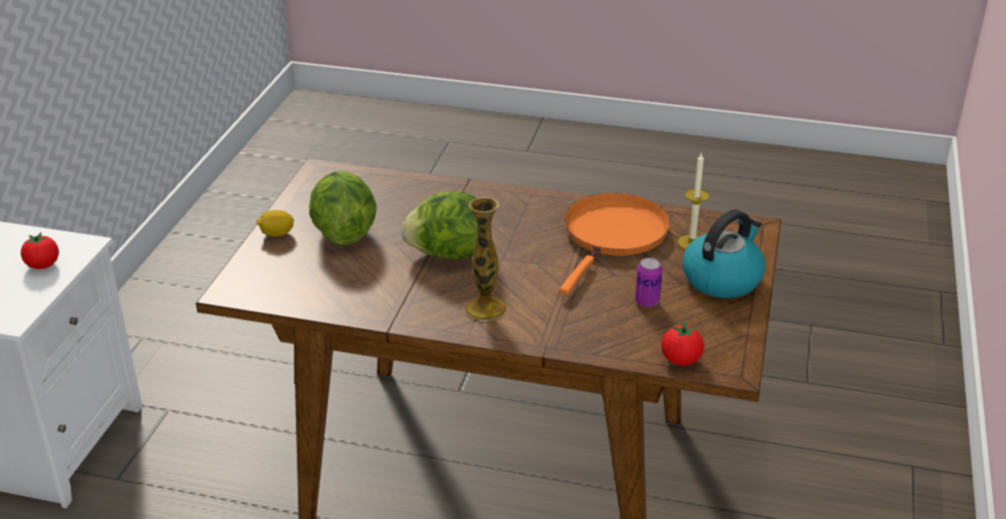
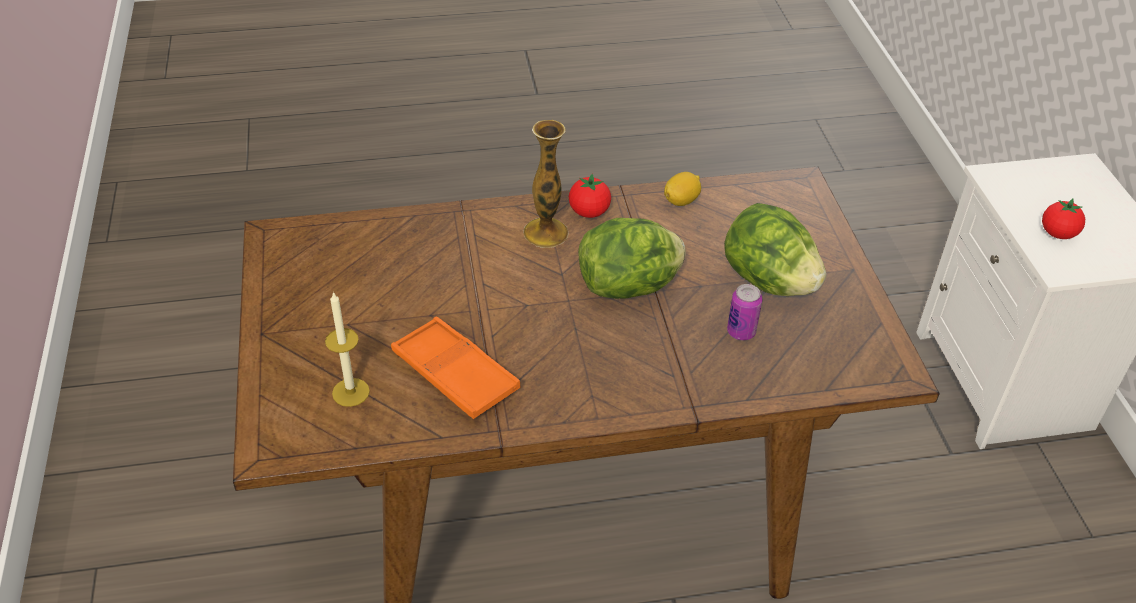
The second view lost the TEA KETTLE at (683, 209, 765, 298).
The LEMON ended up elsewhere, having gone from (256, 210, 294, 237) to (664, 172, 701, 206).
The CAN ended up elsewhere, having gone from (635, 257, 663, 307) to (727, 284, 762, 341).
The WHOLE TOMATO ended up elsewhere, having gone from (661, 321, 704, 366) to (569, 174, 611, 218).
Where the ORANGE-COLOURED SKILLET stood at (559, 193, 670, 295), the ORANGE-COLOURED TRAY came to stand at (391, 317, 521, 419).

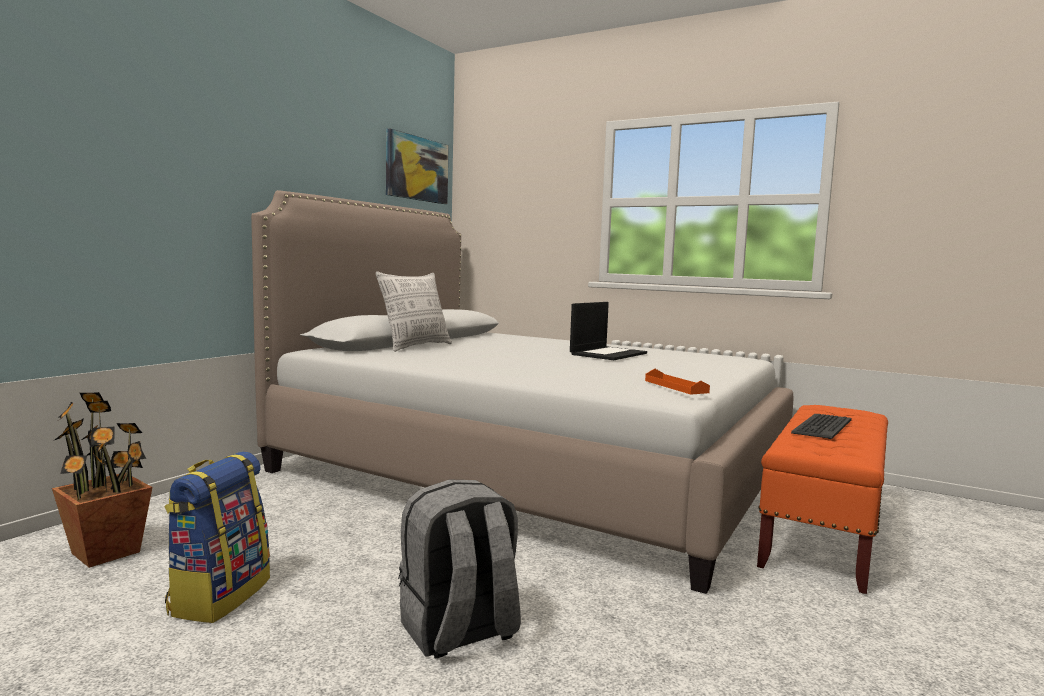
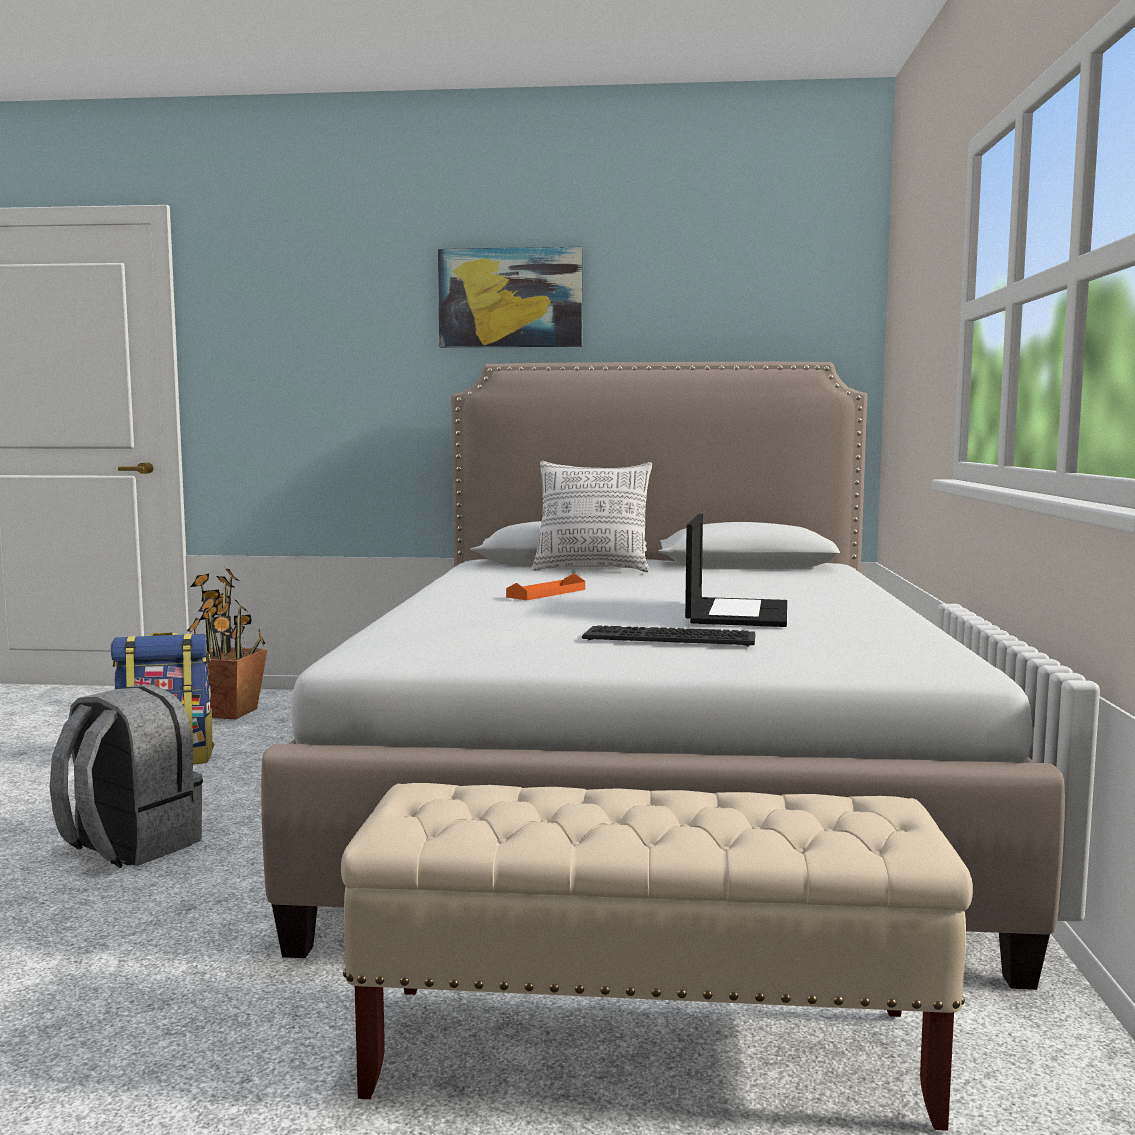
The WALL ART ended up elsewhere, having gone from (386, 128, 449, 204) to (438, 247, 583, 348).
The ORANGE-COLOURED TRAY ended up elsewhere, having gone from (645, 369, 710, 395) to (506, 573, 585, 600).
The KEYBOARD ended up elsewhere, having gone from (791, 414, 852, 439) to (582, 625, 756, 646).
What was the ORANGE-COLOURED INDOOR BENCH at (757, 405, 888, 594) turned into the SAND-COLOURED INDOOR BENCH at (341, 783, 973, 1131).
The LAPTOP at (570, 302, 647, 360) ended up facing another way, 90 degrees counterclockwise from before.

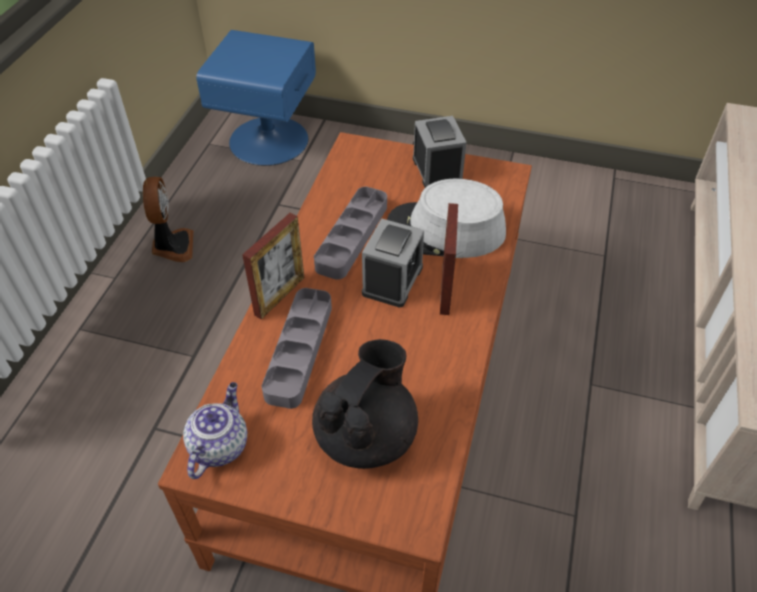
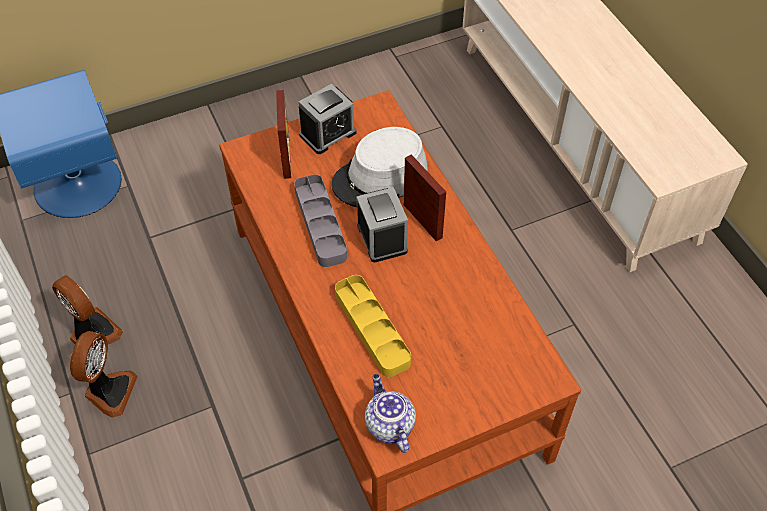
The second view lost the BLACK POT FOR TEA at (312, 339, 418, 469).
The second view gained the COOLING FAN at (70, 331, 138, 418).
The STANDING FRAME ended up elsewhere, having gone from (242, 213, 304, 320) to (276, 90, 291, 179).
What was the GREY TRAY at (262, 288, 332, 409) turned into the YELLOW TRAY at (335, 275, 411, 377).
The TABLE CLOCK at (413, 116, 467, 188) ended up facing another way, 105 degrees clockwise from before.

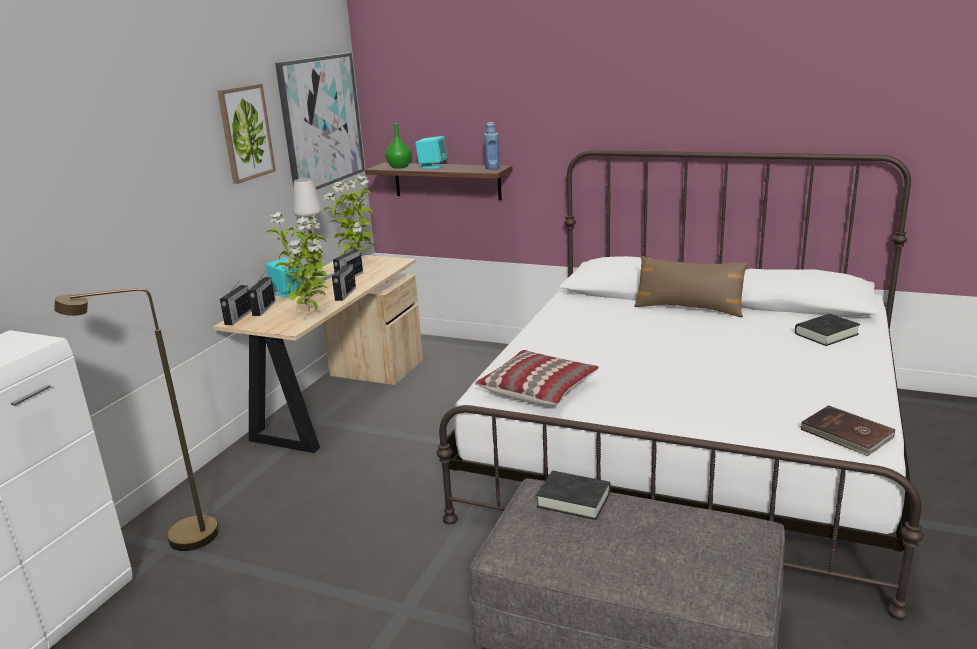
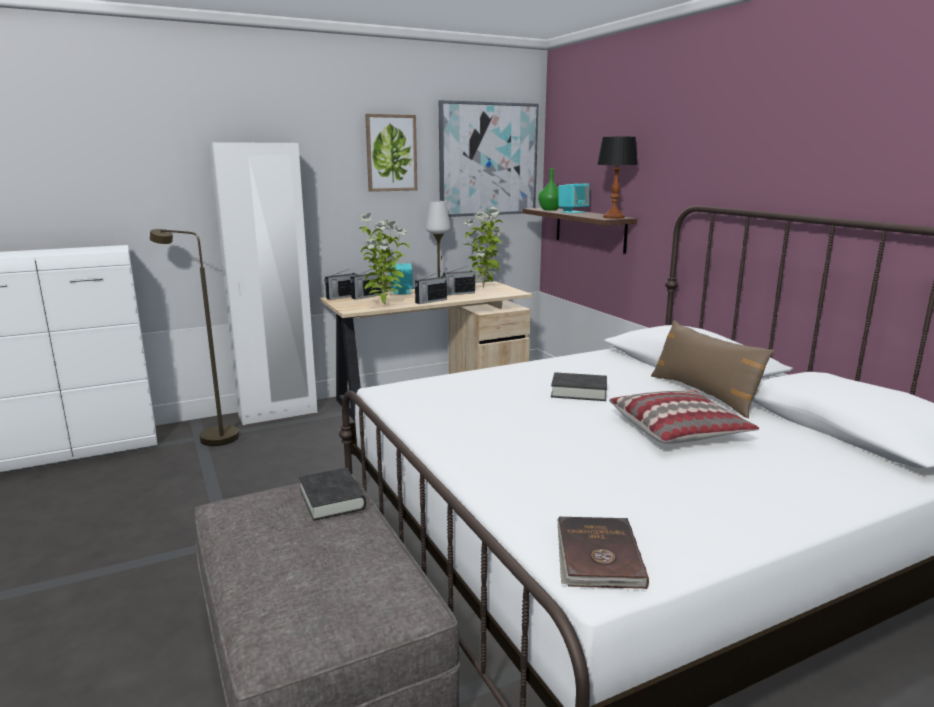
The second view gained the WHITE ARMOIRE at (209, 142, 318, 425).
The CUSHION ended up elsewhere, having gone from (475, 350, 599, 405) to (609, 390, 759, 444).
The BLACK BOUND BOOK ended up elsewhere, having gone from (795, 314, 860, 346) to (551, 372, 607, 401).
Where the BLUE-COLOURED DRINK BOTTLE stood at (484, 122, 500, 170), the TABLETOP LAMP came to stand at (597, 137, 638, 219).

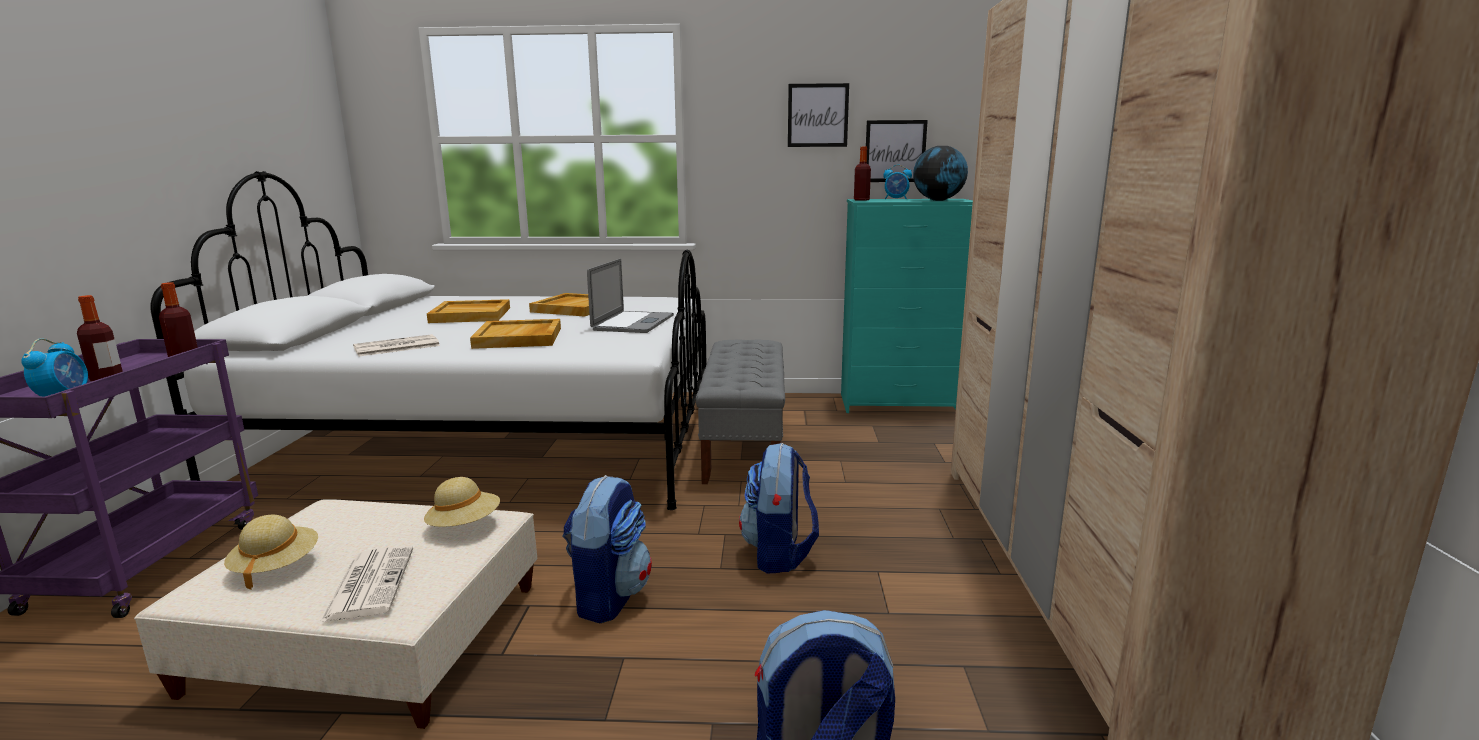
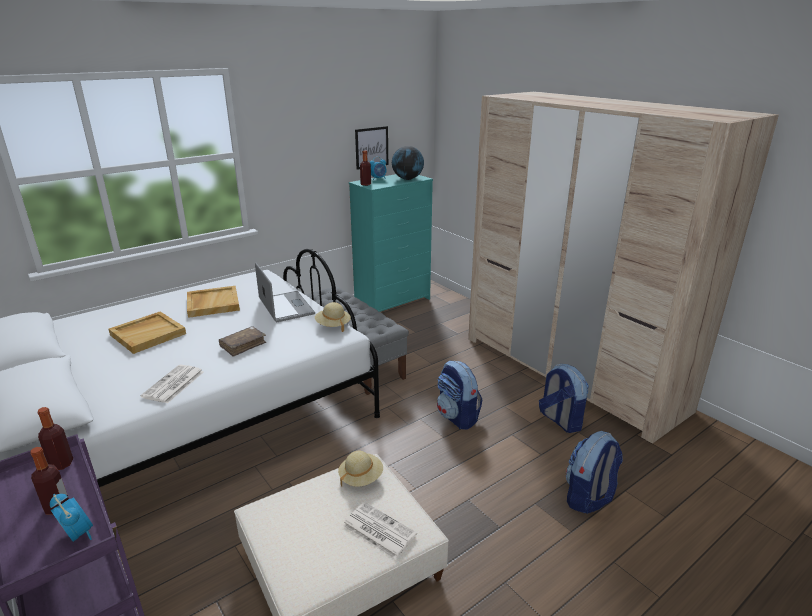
The second view lost the WALL ART at (788, 83, 849, 147).
The SAND-COLOURED HAT ended up elsewhere, having gone from (224, 515, 318, 590) to (315, 302, 351, 332).
The BACKPACK ended up elsewhere, having gone from (562, 475, 652, 623) to (539, 364, 589, 433).
Where the SAND-COLOURED TRAY stood at (470, 319, 561, 349), the BROWN-COLOURED BOUND BOOK came to stand at (219, 326, 266, 357).

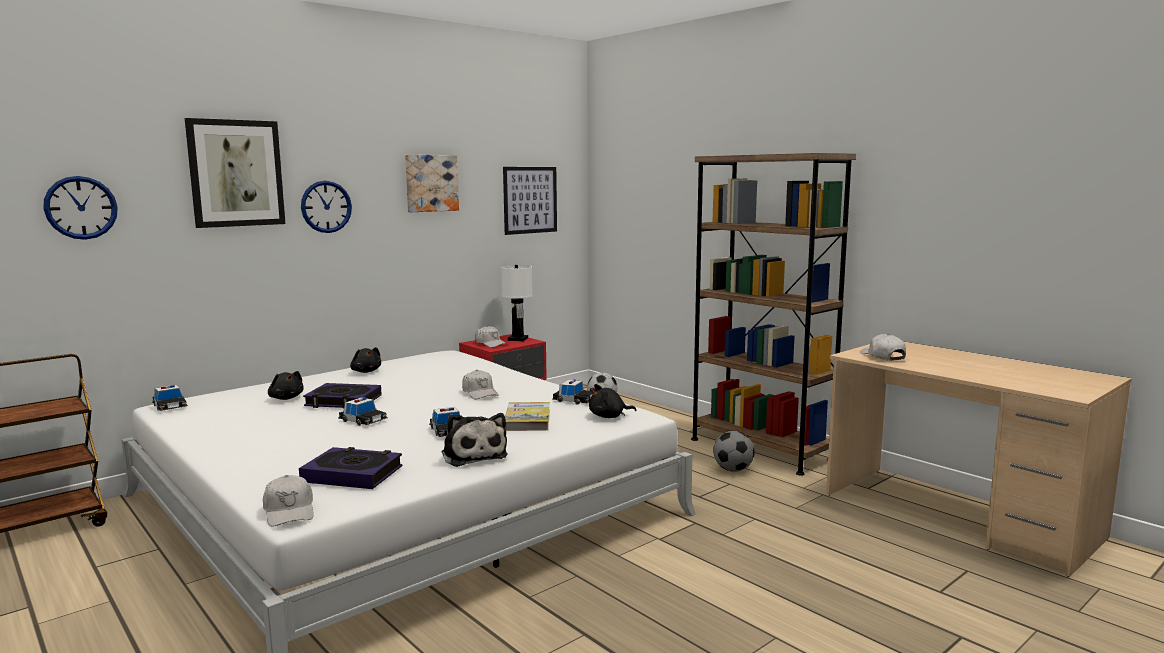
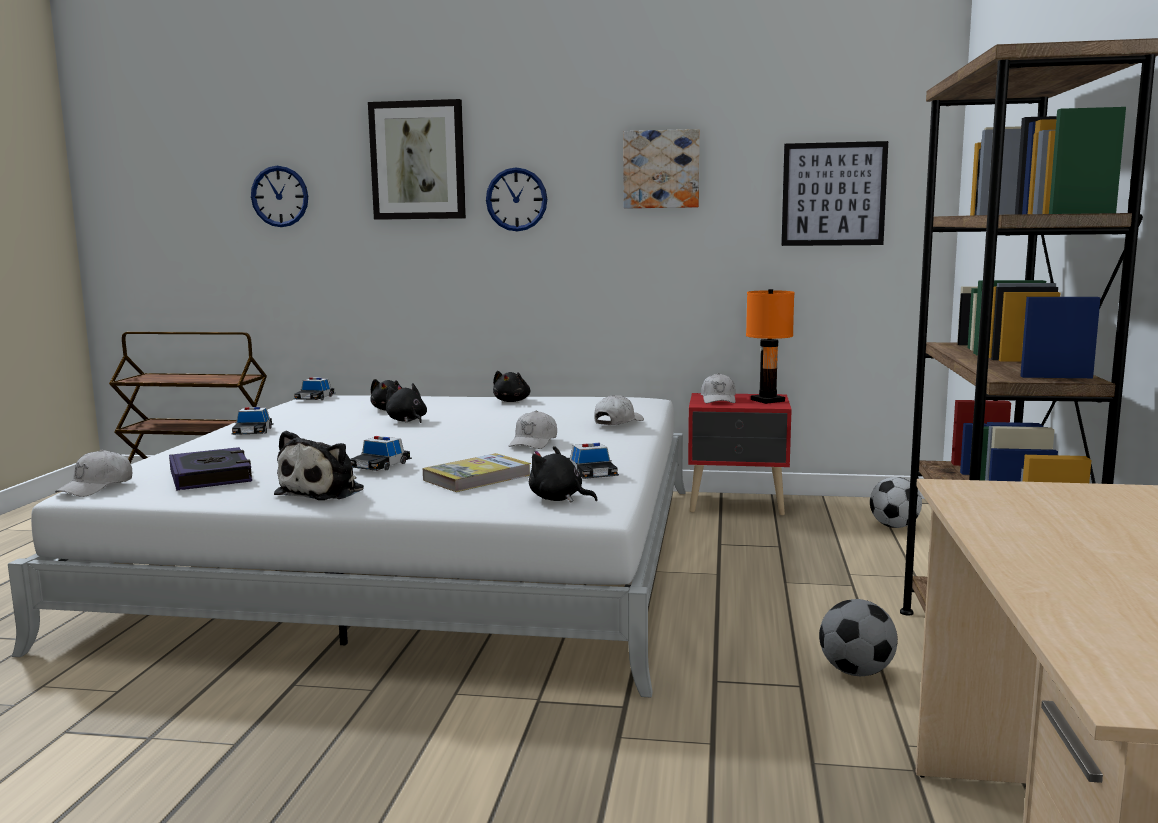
The MODEL CAR ended up elsewhere, having gone from (338, 397, 388, 426) to (231, 407, 274, 435).
The WHITE PEAKED CAP ended up elsewhere, having gone from (860, 334, 906, 361) to (594, 395, 644, 425).
Where the BOUND BOOK stood at (303, 383, 382, 409), the BLACK SOFT TOY came to stand at (386, 383, 427, 423).
What was the WHITE TABLETOP LAMP at (501, 265, 533, 341) turned into the ORANGE-COLOURED TABLETOP LAMP at (746, 289, 795, 404).

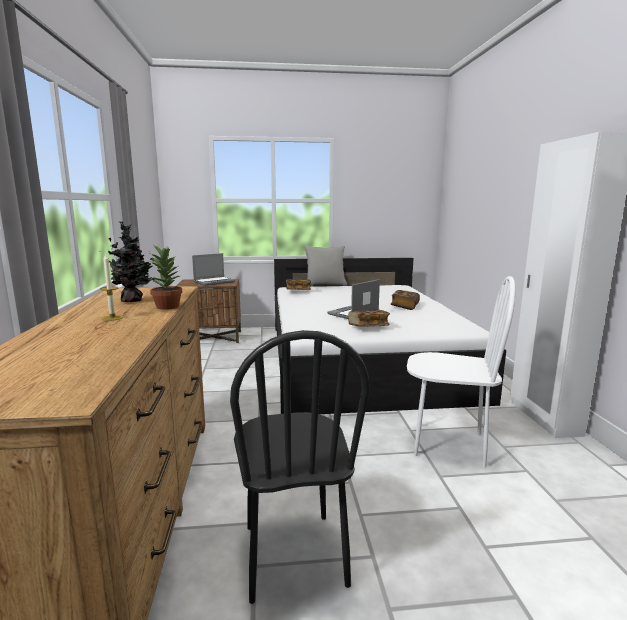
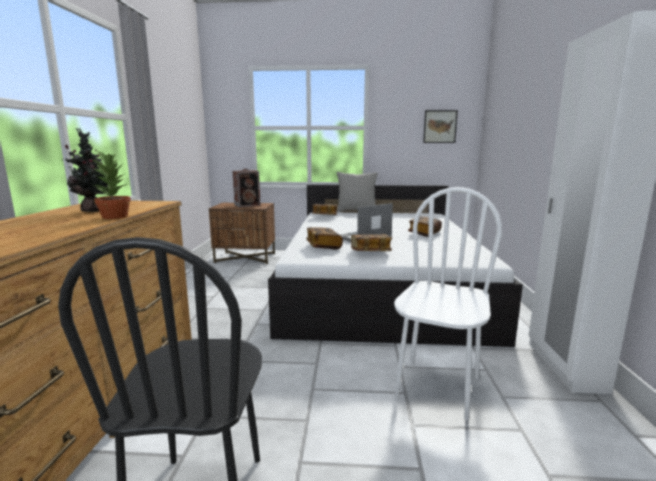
The second view lost the WAX LIGHT at (100, 253, 123, 321).
The second view gained the BOUND BOOK at (306, 227, 343, 249).
The second view gained the WALL ART at (423, 110, 458, 143).
Where the LAPTOP stood at (192, 253, 235, 286), the SPEAKER came to stand at (233, 169, 261, 207).
The WHITE CHAIR at (407, 276, 516, 468) ended up facing another way, 90 degrees counterclockwise from before.

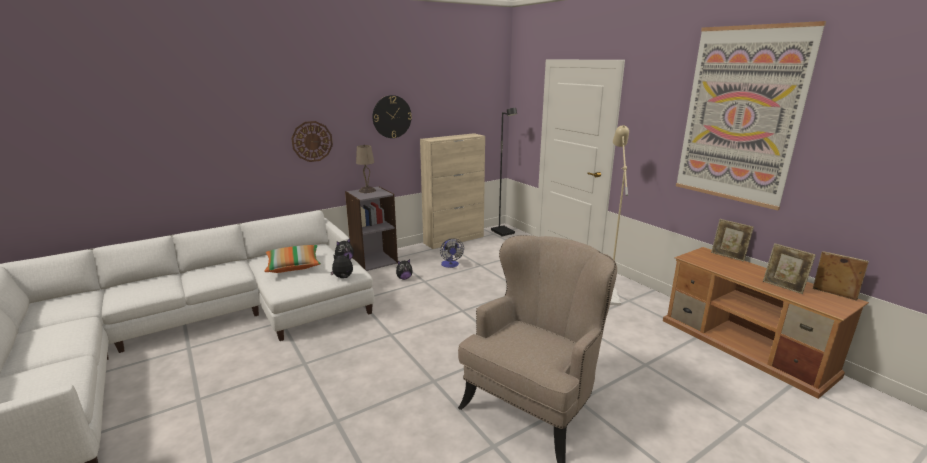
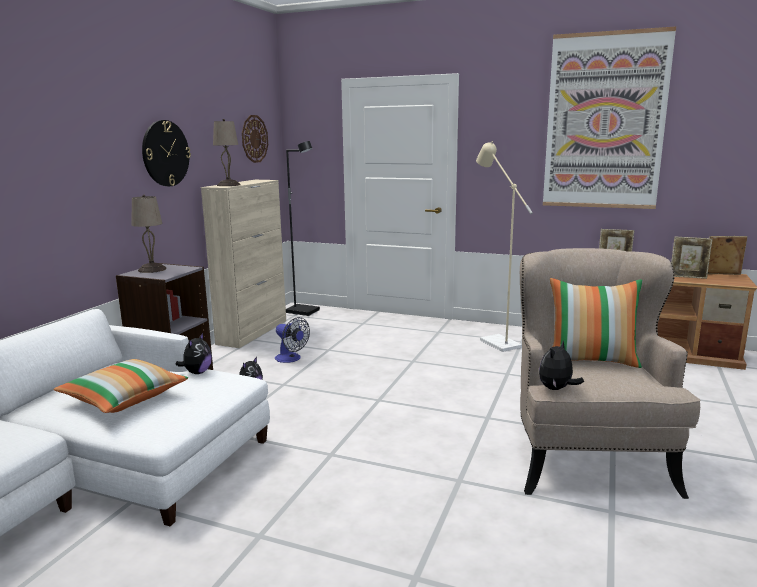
The second view gained the SAND-COLOURED TABLETOP LAMP at (213, 119, 241, 186).
The second view gained the CUSHION at (550, 278, 642, 368).
The WALL CLOCK ended up elsewhere, having gone from (291, 121, 333, 162) to (242, 115, 268, 163).
The SOFT TOY ended up elsewhere, having gone from (330, 253, 353, 278) to (539, 341, 584, 390).

